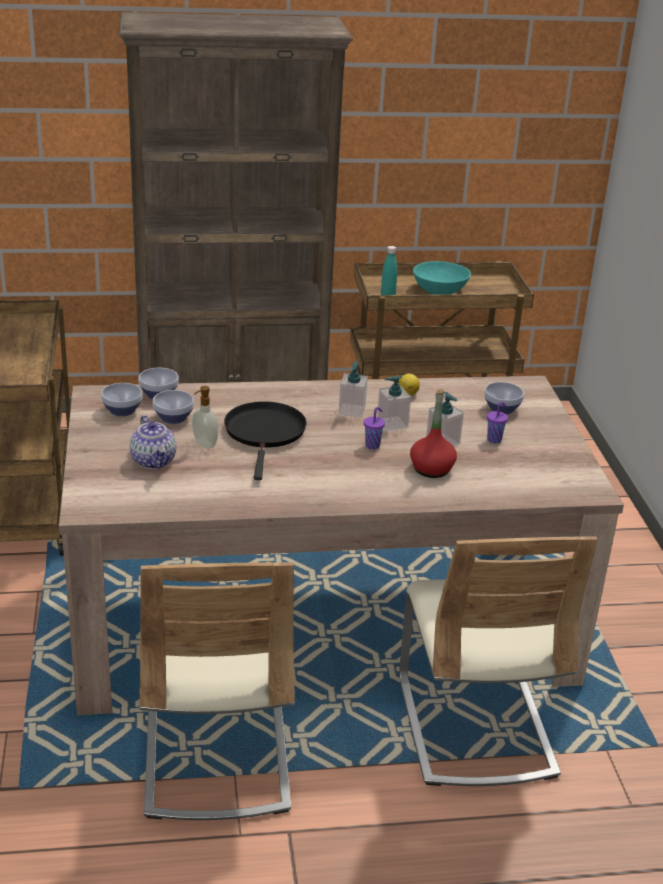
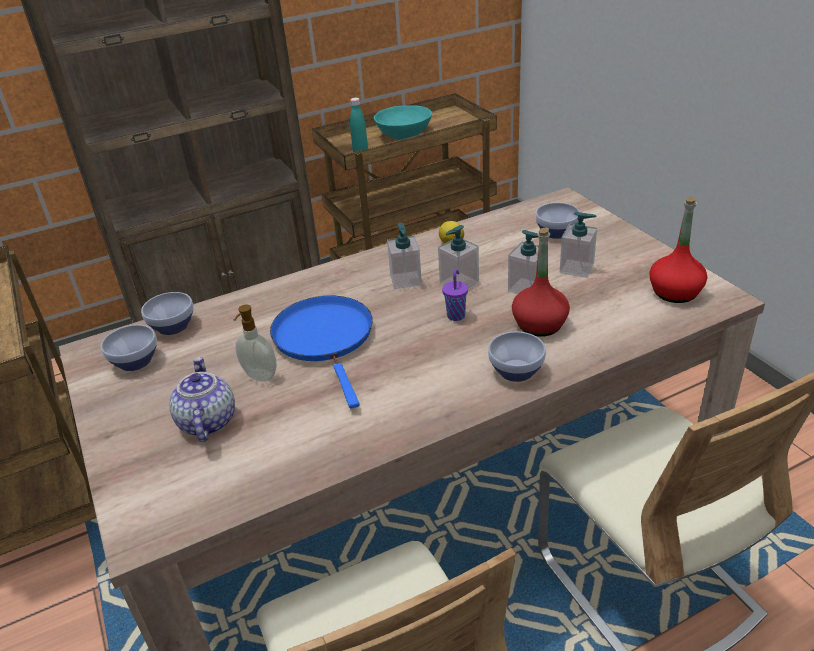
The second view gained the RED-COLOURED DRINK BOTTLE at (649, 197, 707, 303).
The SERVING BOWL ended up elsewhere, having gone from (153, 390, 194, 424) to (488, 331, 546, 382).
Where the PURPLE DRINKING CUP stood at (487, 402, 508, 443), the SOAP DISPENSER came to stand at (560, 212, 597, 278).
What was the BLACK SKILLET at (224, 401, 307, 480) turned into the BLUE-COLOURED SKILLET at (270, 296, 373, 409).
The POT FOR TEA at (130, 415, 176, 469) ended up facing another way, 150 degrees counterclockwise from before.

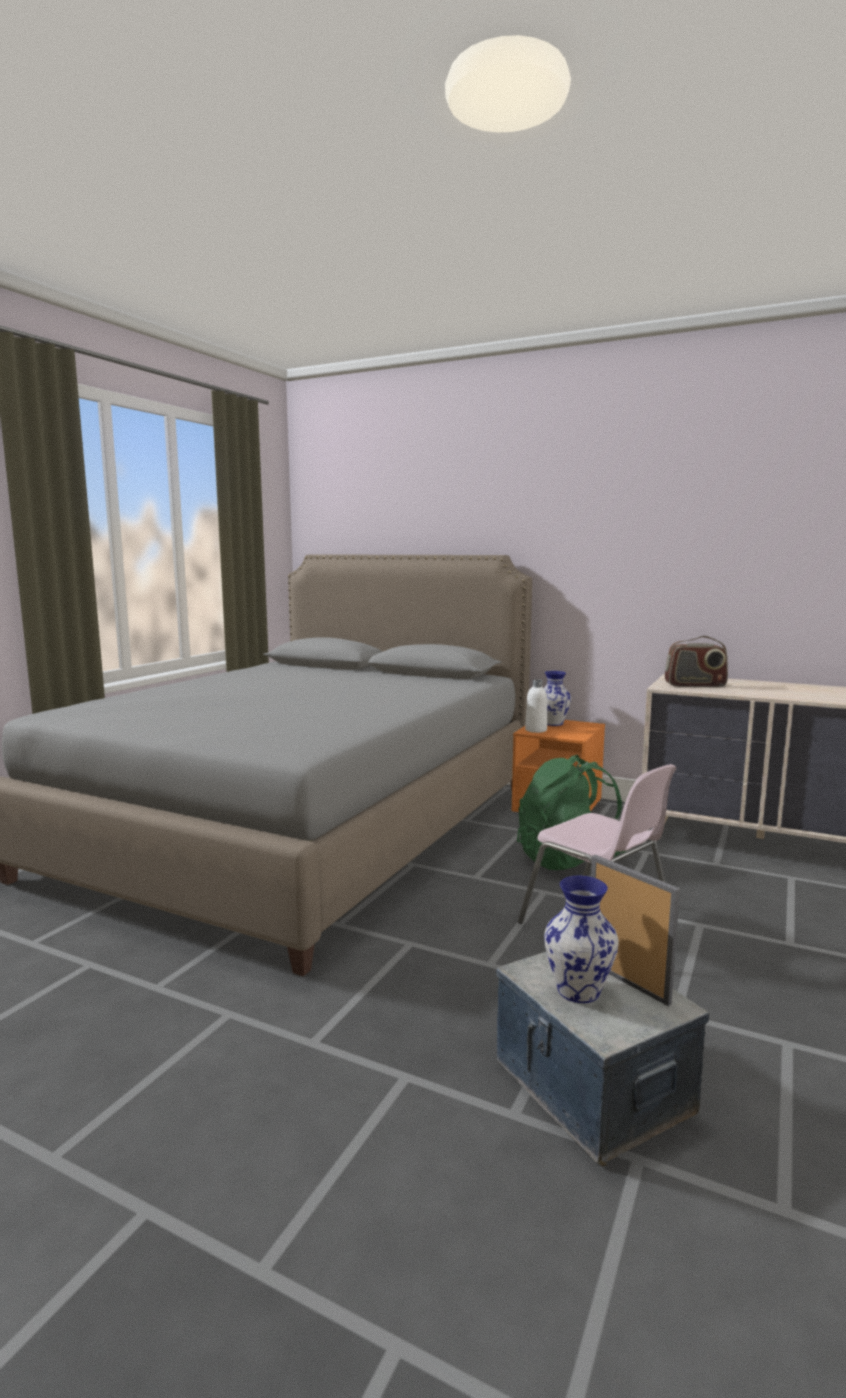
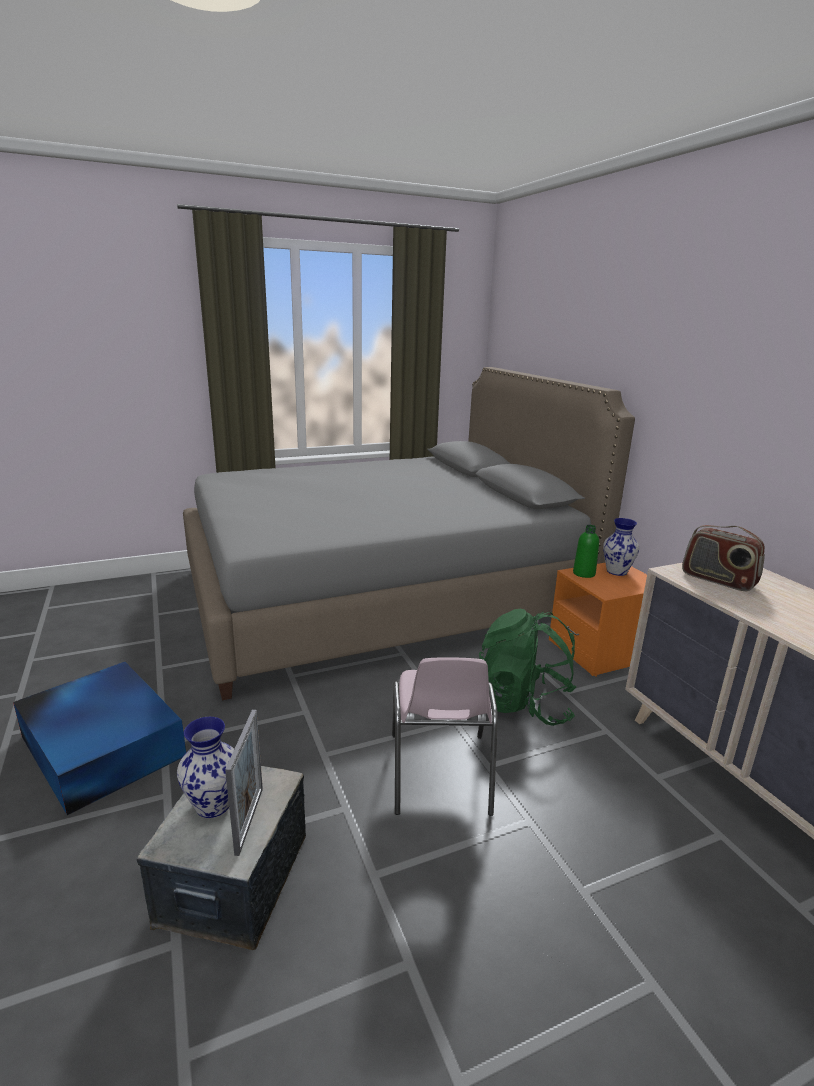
The second view gained the BLUE-COLOURED STORAGE CONTAINER at (13, 662, 186, 815).
What was the WHITE DRINK BOTTLE at (525, 680, 547, 733) turned into the GREEN-COLOURED DRINK BOTTLE at (573, 525, 599, 578).

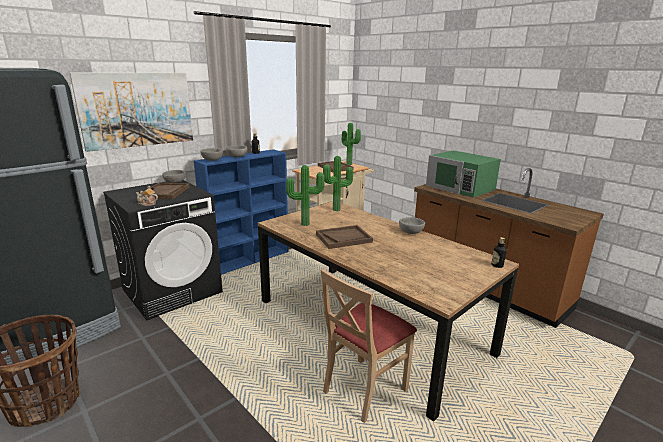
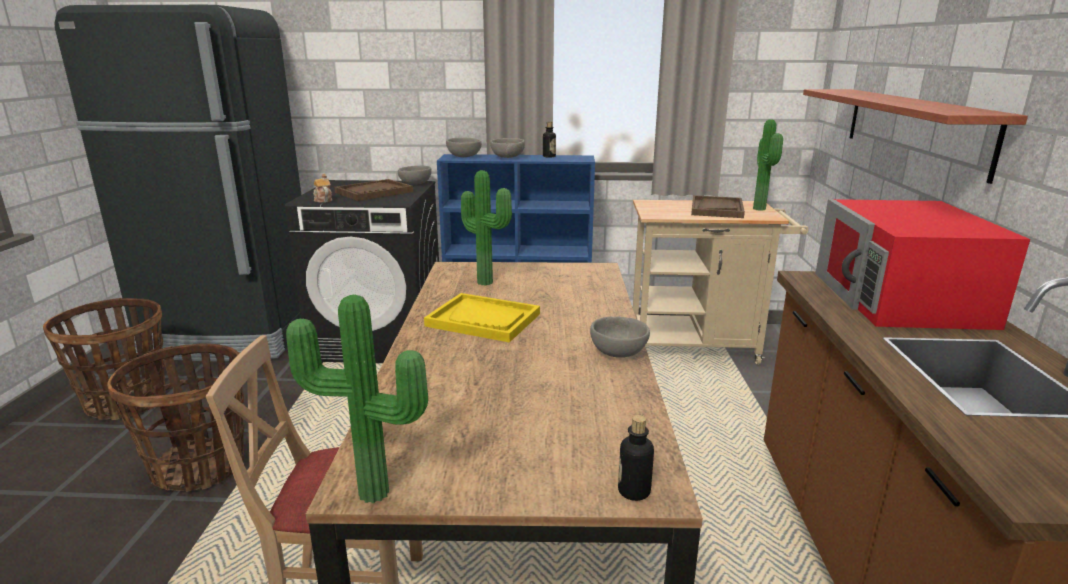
The second view lost the WALL ART at (69, 73, 193, 152).
The second view gained the HOUSEHOLD BASKET at (107, 343, 245, 492).
The second view gained the SHELF at (803, 89, 1028, 184).
The PLANT IN A POT ended up elsewhere, having gone from (323, 156, 353, 211) to (286, 295, 428, 503).
What was the BROWN-COLOURED TRAY at (316, 225, 373, 249) turned into the YELLOW TRAY at (424, 293, 540, 343).
What was the GREEN-COLOURED MICROWAVE at (426, 150, 501, 198) turned into the RED-COLOURED MICROWAVE at (815, 199, 1030, 330).

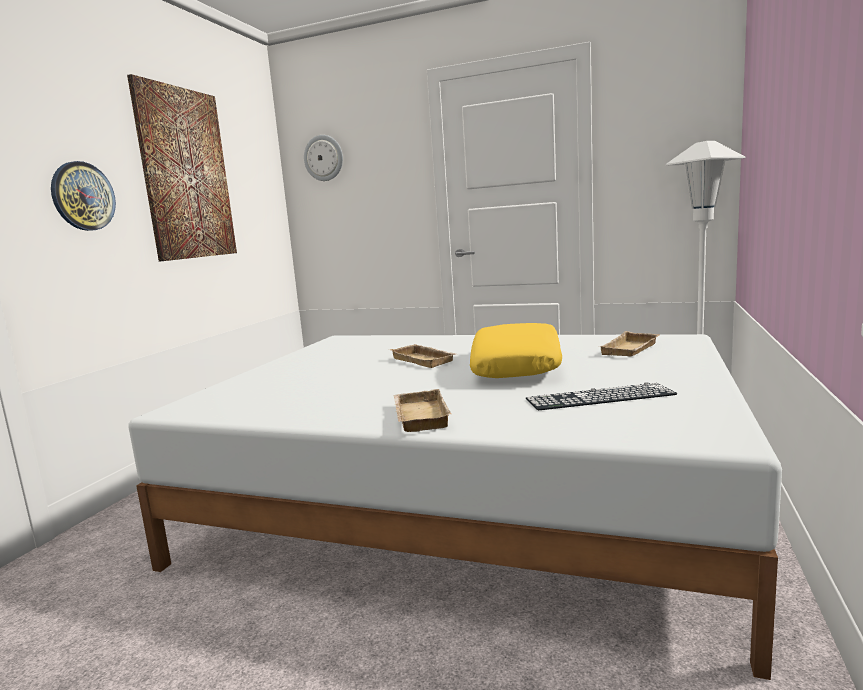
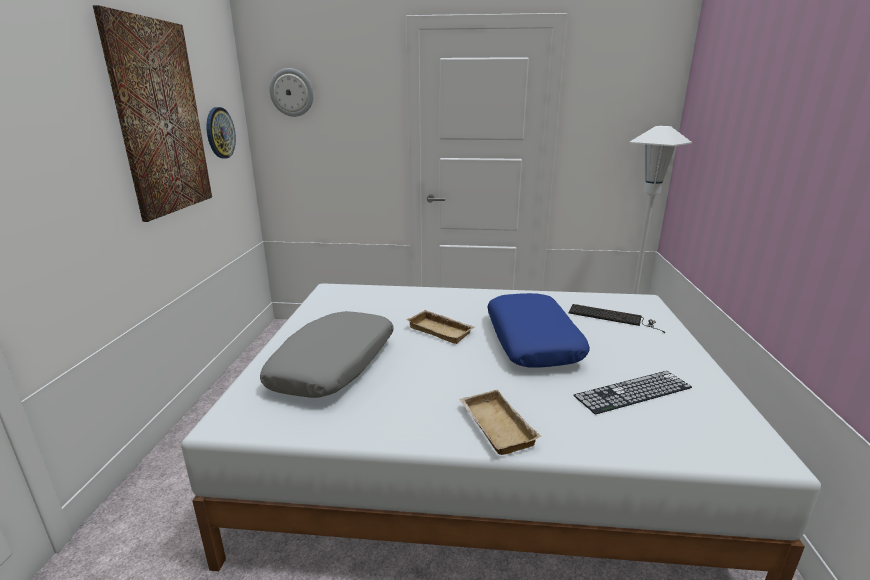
The second view gained the GREY CUSHION at (260, 311, 394, 398).
The WALL CLOCK ended up elsewhere, having gone from (51, 161, 116, 231) to (207, 107, 236, 159).
Where the SAND-COLOURED TRAY stood at (598, 331, 660, 356), the KEYBOARD came to stand at (569, 304, 665, 333).
What was the YELLOW CUSHION at (470, 323, 562, 378) turned into the BLUE-COLOURED CUSHION at (487, 293, 590, 368).

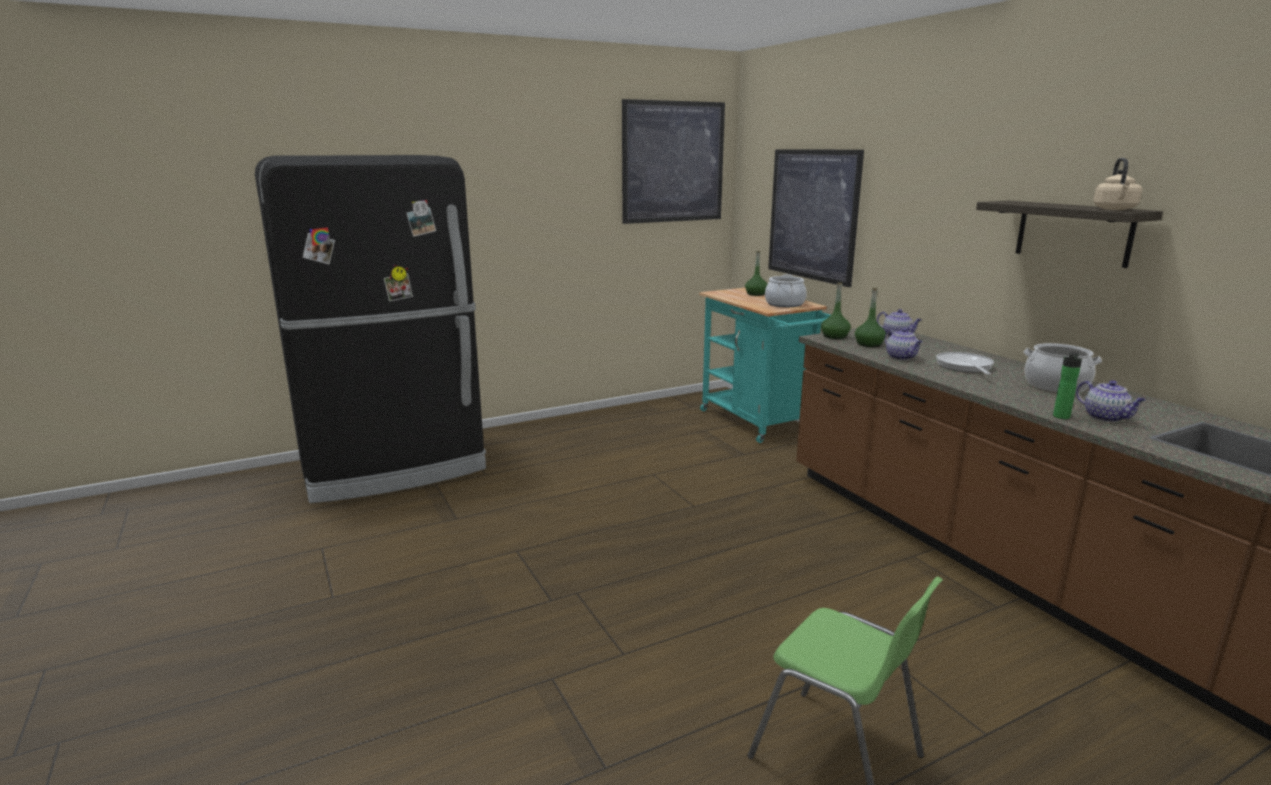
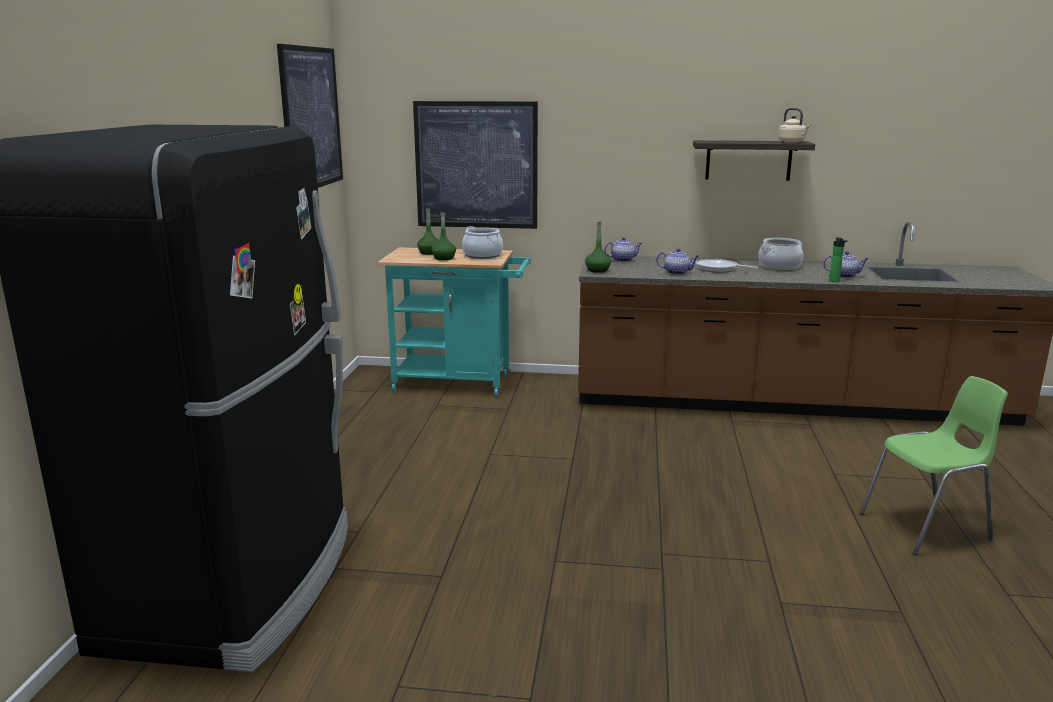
The GREEN-COLOURED DRINK BOTTLE ended up elsewhere, having gone from (855, 288, 886, 347) to (432, 212, 456, 260).

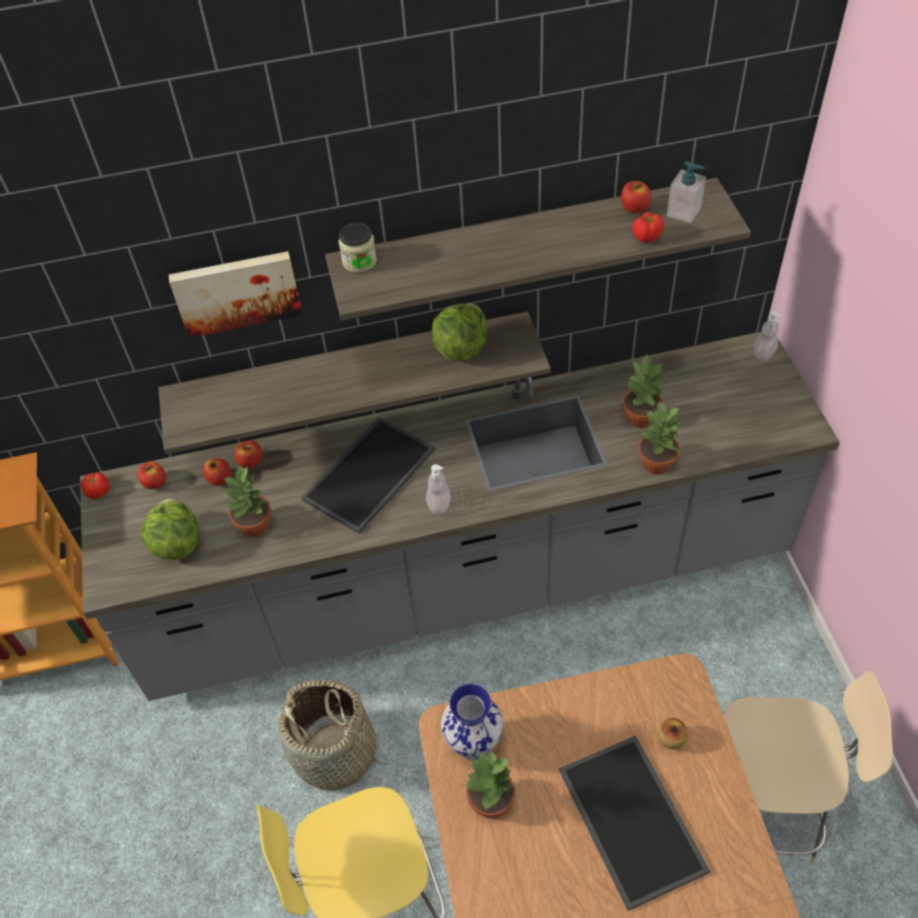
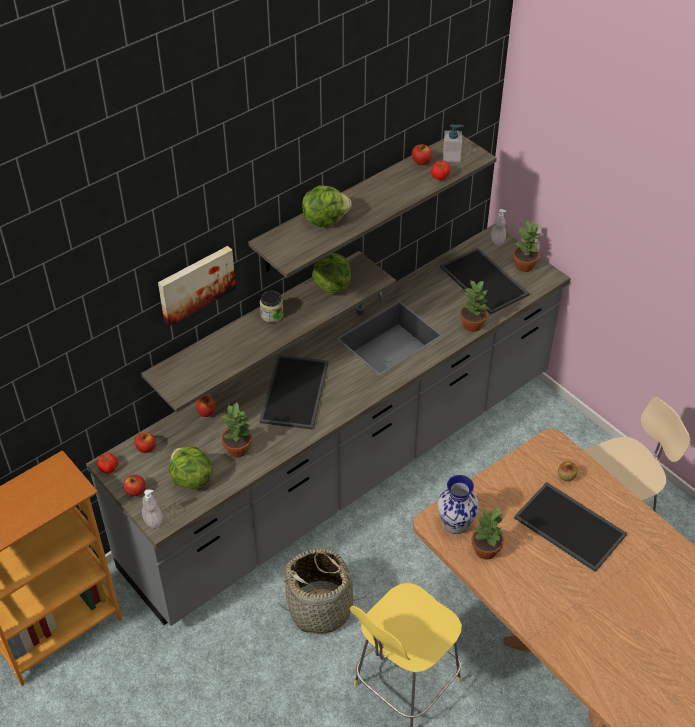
The second view gained the HEAD OF LETTUCE at (302, 185, 352, 227).
The second view gained the TRAY at (440, 247, 529, 314).
The APPLE FRUIT ended up elsewhere, having gone from (203, 458, 231, 486) to (123, 475, 146, 496).
The STORAGE JAR ended up elsewhere, having gone from (339, 223, 377, 273) to (260, 291, 283, 322).
The SOAP DISPENSER ended up elsewhere, having gone from (426, 464, 451, 515) to (142, 490, 162, 528).
The PLANT IN A POT ended up elsewhere, having gone from (622, 353, 663, 428) to (513, 220, 540, 272).

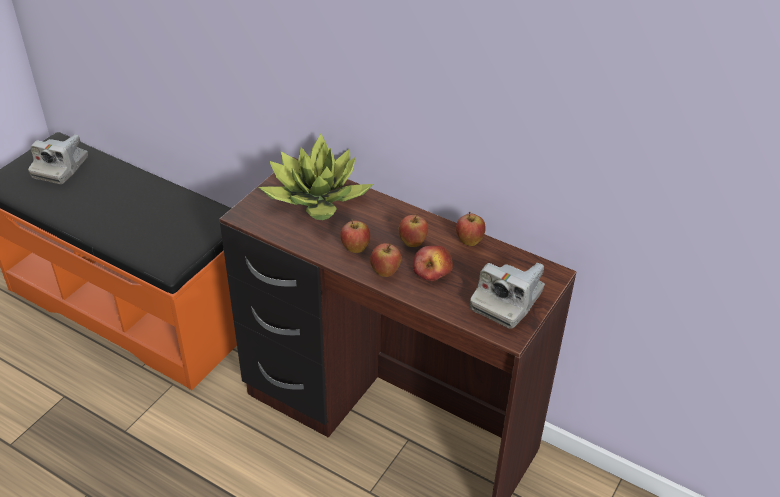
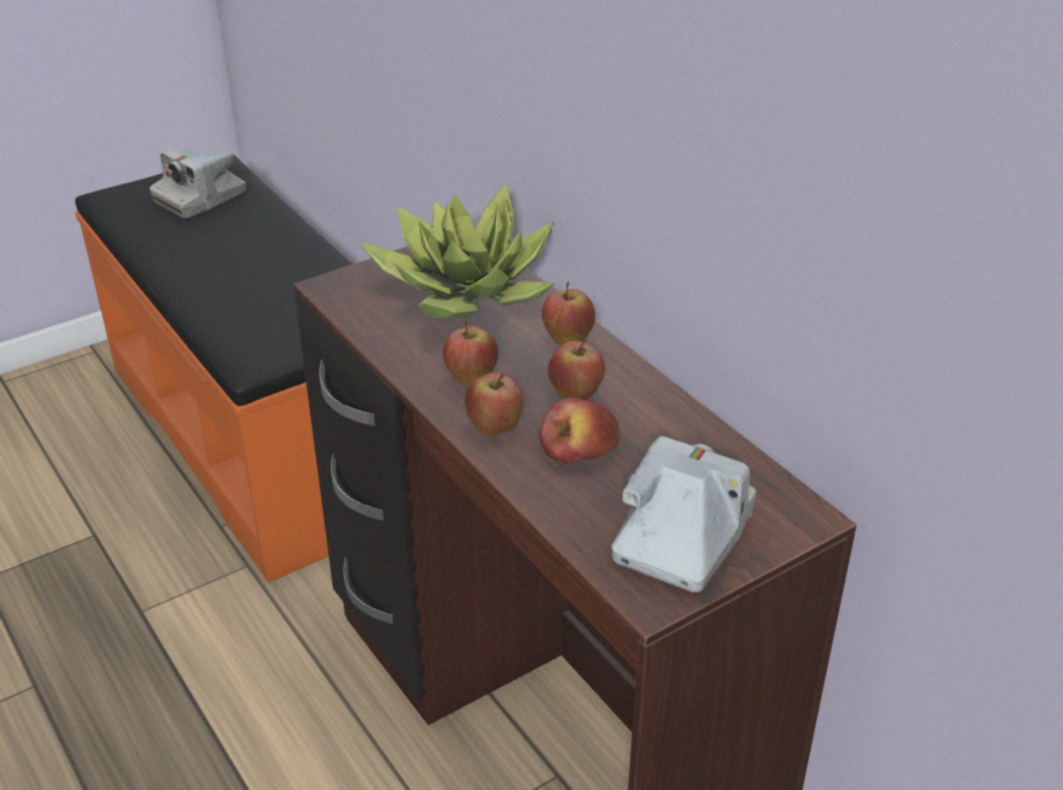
The APPLE FRUIT ended up elsewhere, having gone from (456, 212, 486, 246) to (542, 282, 595, 345).
The PHOTO CAMERA at (470, 263, 545, 329) ended up facing another way, 150 degrees clockwise from before.

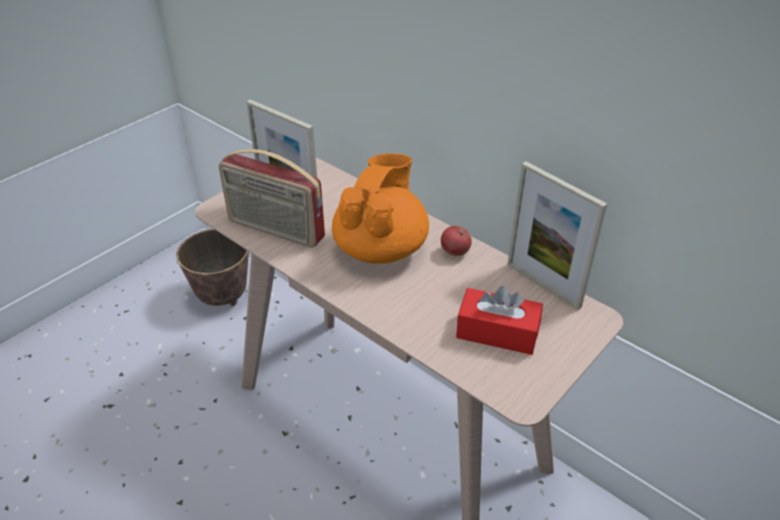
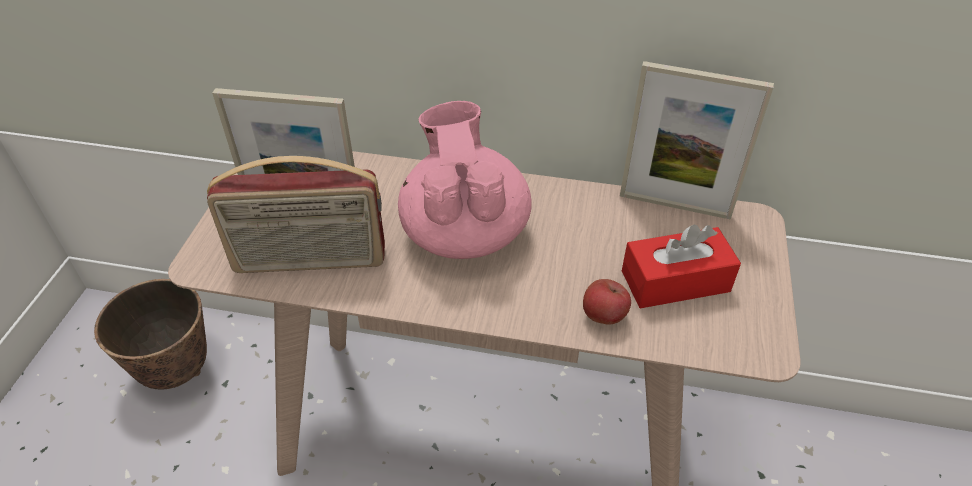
The APPLE FRUIT ended up elsewhere, having gone from (441, 226, 472, 256) to (583, 279, 631, 325).
What was the ORANGE-COLOURED POT FOR TEA at (332, 153, 429, 264) turned into the PINK POT FOR TEA at (398, 101, 532, 259).

